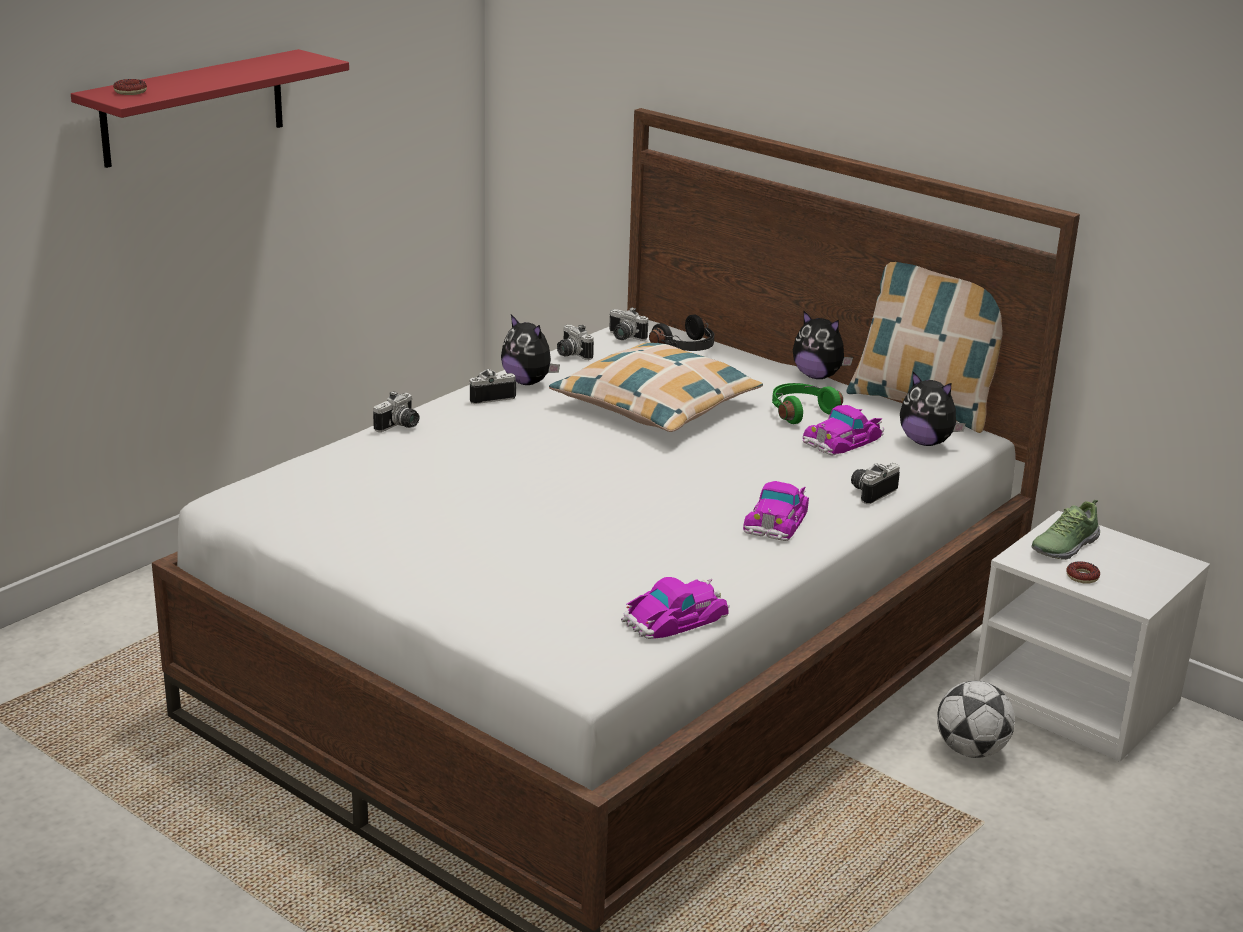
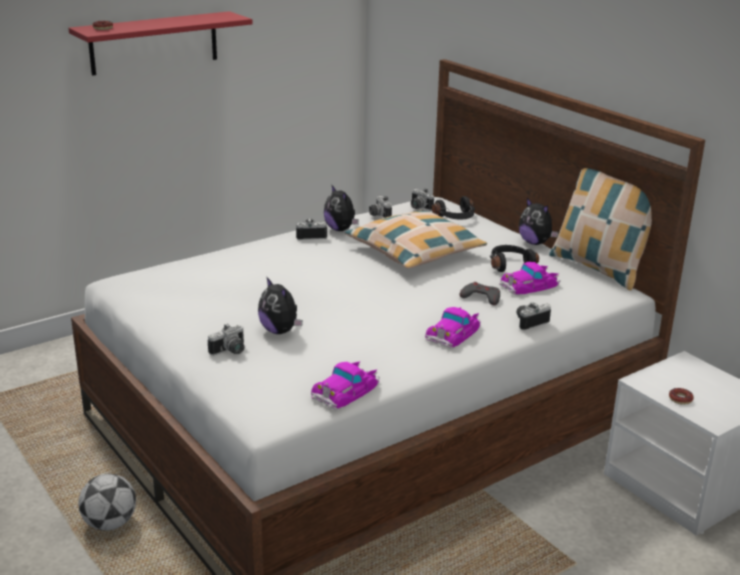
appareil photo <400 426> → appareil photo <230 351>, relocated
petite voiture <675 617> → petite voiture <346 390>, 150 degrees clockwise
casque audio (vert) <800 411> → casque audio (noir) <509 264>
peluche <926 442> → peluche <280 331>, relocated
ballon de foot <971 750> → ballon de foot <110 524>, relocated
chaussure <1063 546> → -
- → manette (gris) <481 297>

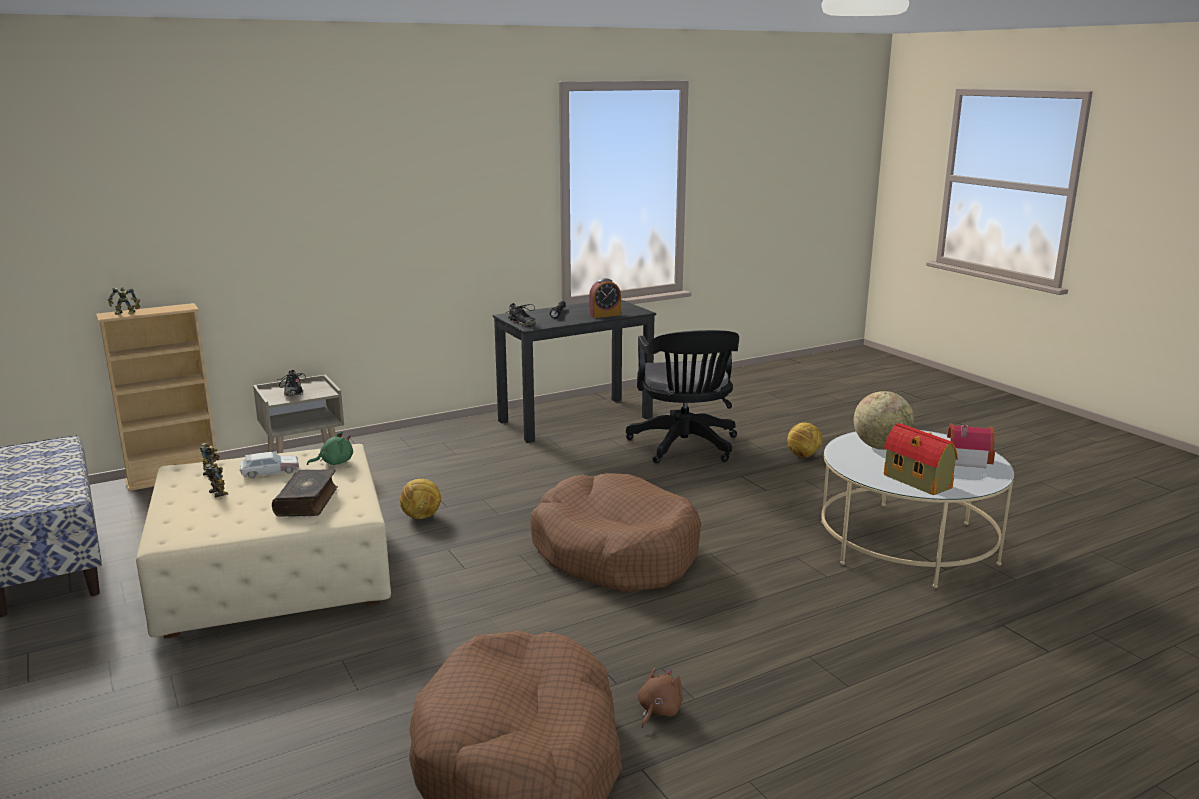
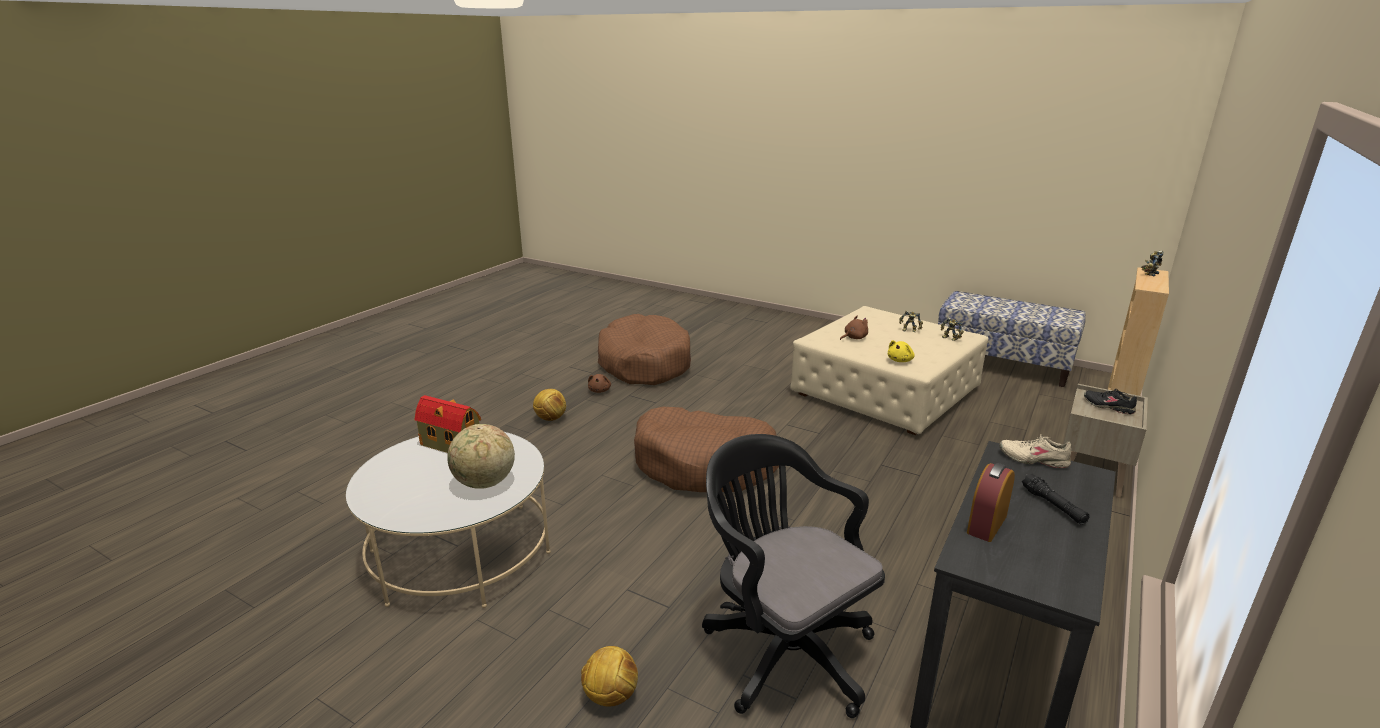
petite voiture <269 471> → -
livre <308 501> → peluche (marron) <854 338>
peluche (vert) <334 463> → peluche (jaune) <900 360>
ballon de foot <422 517> → ballon de foot <550 419>, relocated
chaussure (noir) <521 323> → chaussure (beige) <1033 459>
maison miniature <965 459> → -

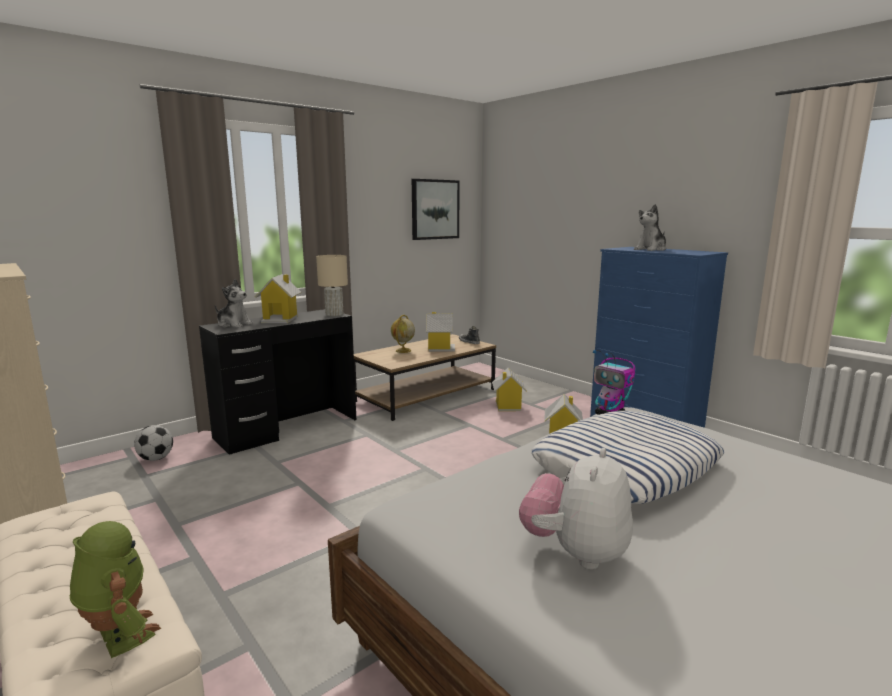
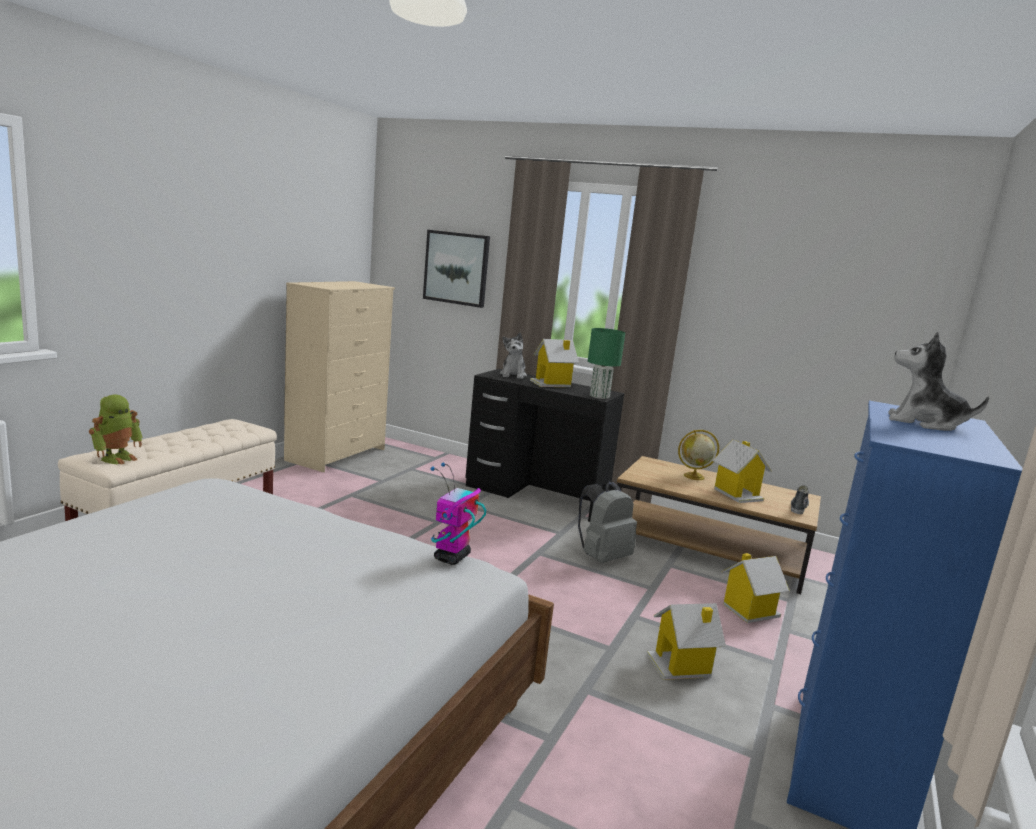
ballon de foot <156 459> → -
lampe de table (beige) <334 314> → lampe de table (vert) <599 396>
tableau <434 209> → tableau <456 268>, relocated
peluche <575 553> → -
coussin <626 467> → -
- → sac à dos (gris) <602 557>

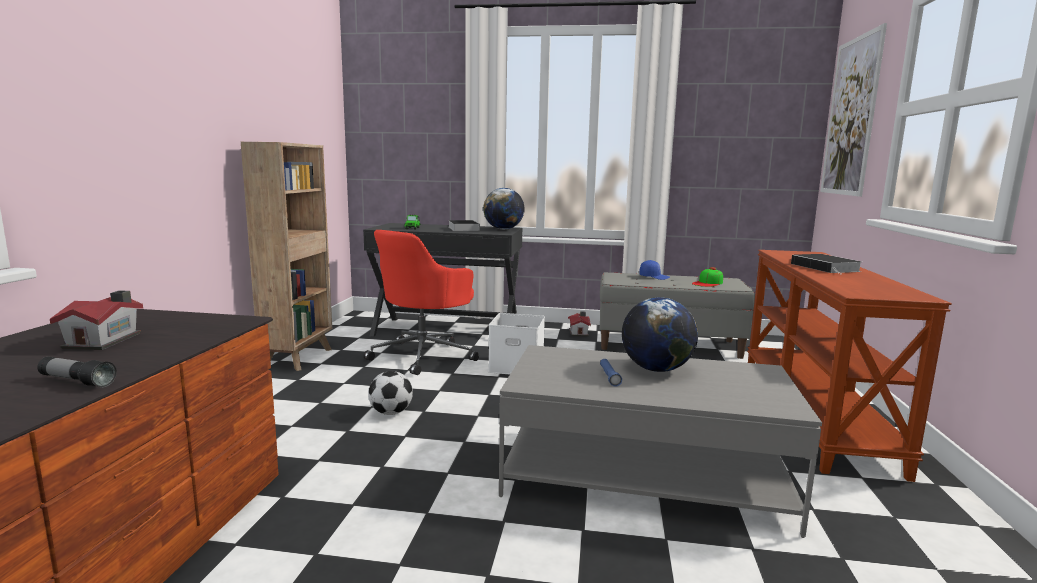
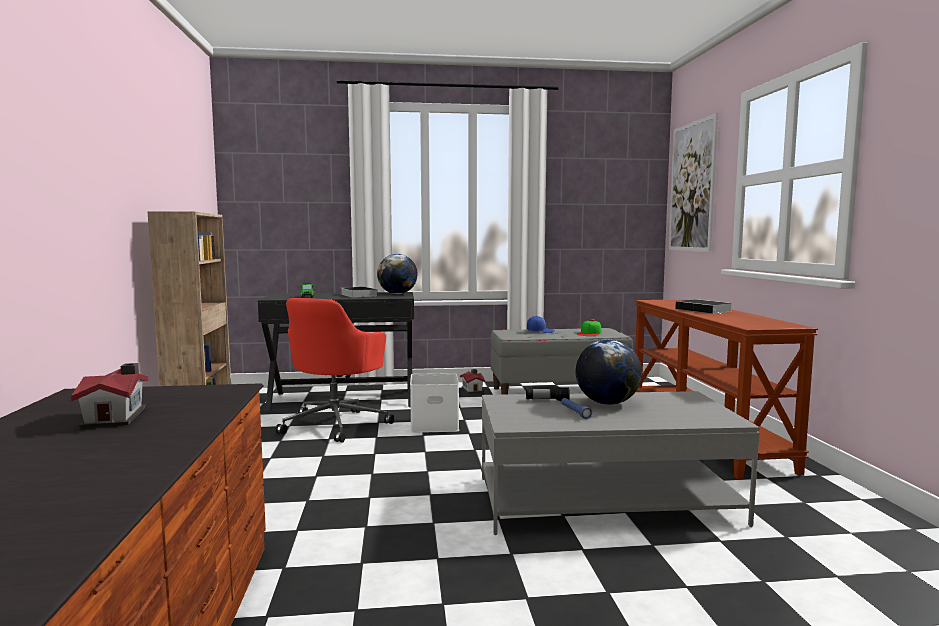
lampe de poche <77 382> → lampe de poche <547 400>, relocated
ballon de foot <391 413> → -

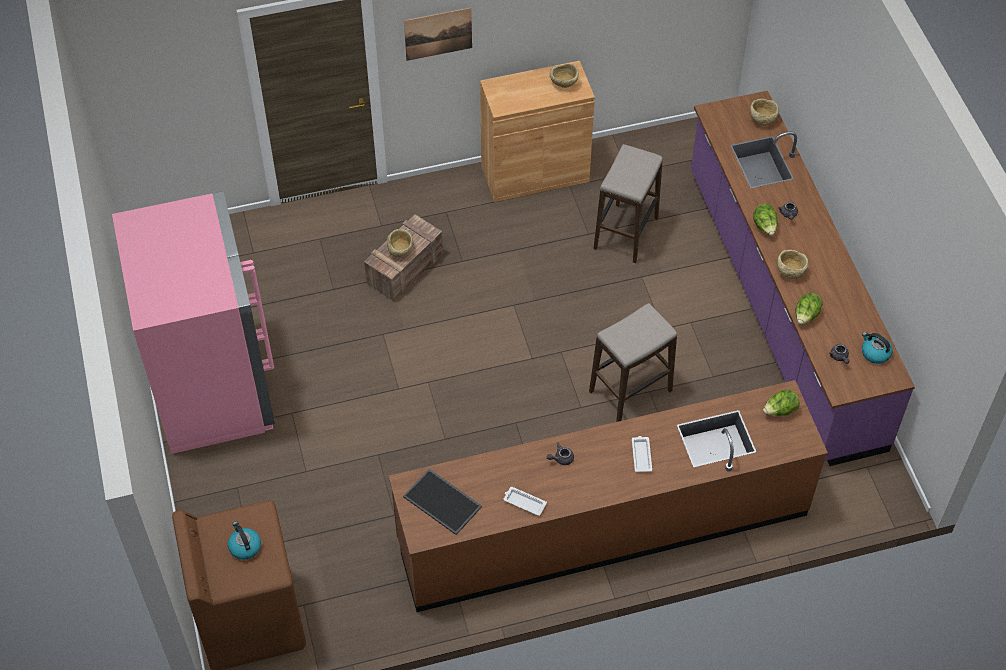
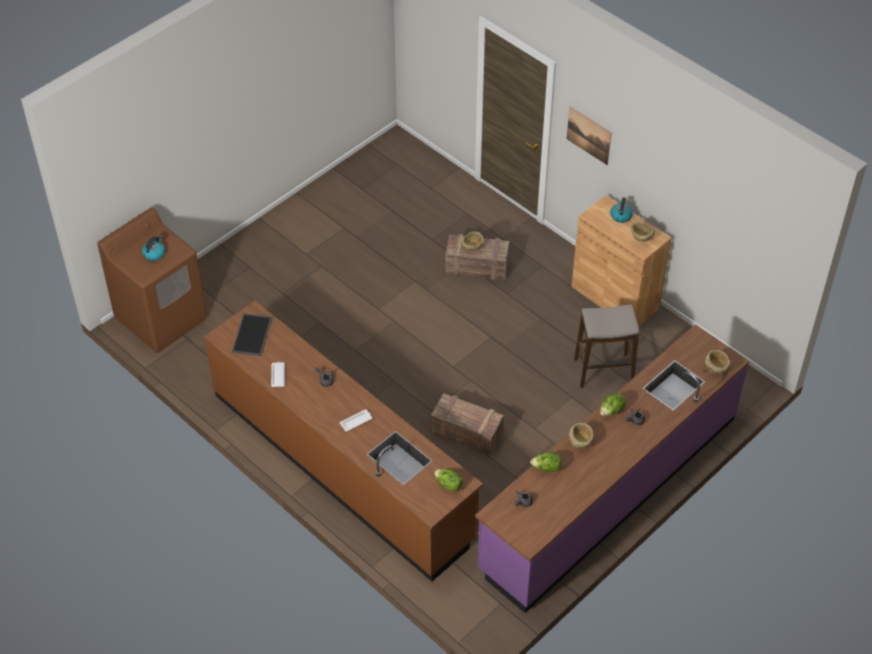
réfrigérateur (rose) <213 385> → -
tabouret <630 391> → caisse <465 433>
bouilloire <875 353> → bouilloire <621 216>, relocated

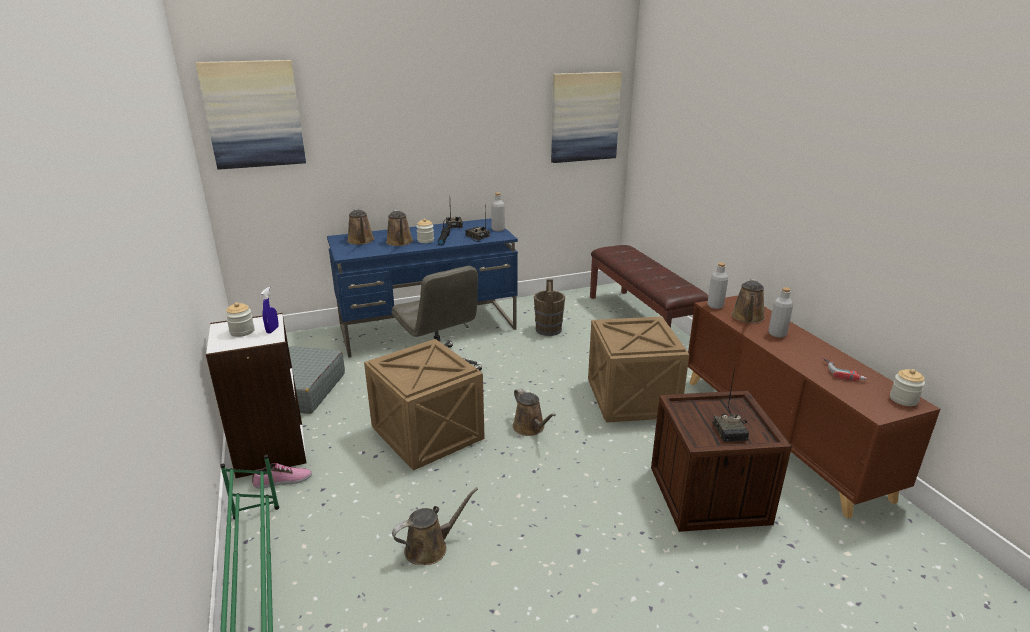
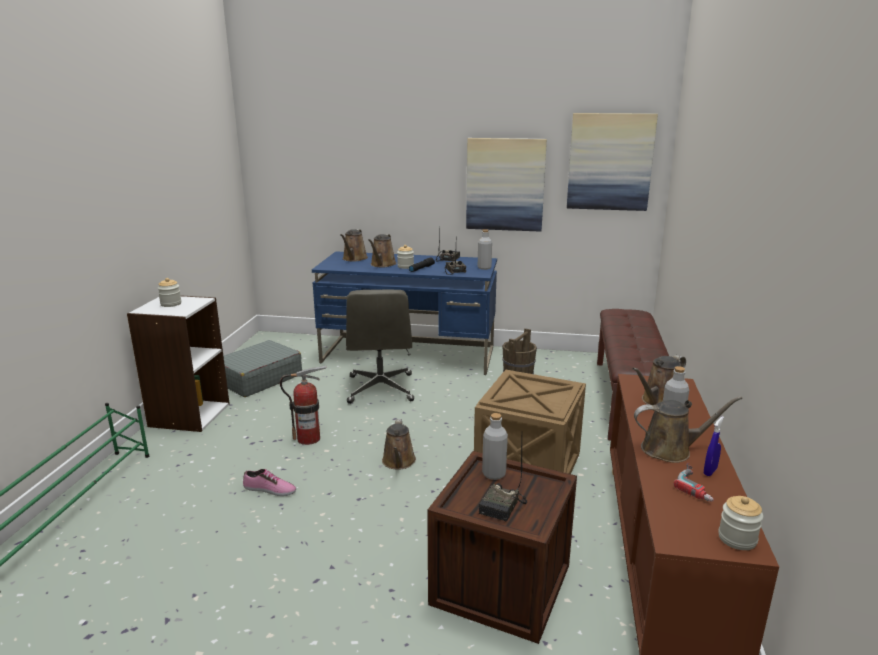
tableau <253 114> → tableau <505 184>, relocated
chaussure <283 481> → chaussure <269 490>, relocated
vaporisateur (bleu) <272 330> → vaporisateur (bleu) <710 471>, relocated
caisse <426 433> → extincteur <308 438>
arrosoir (marron) <430 547> → arrosoir (marron) <671 450>, relocated
bouteille (gris) <715 306> → bouteille (gris) <494 474>, relocated

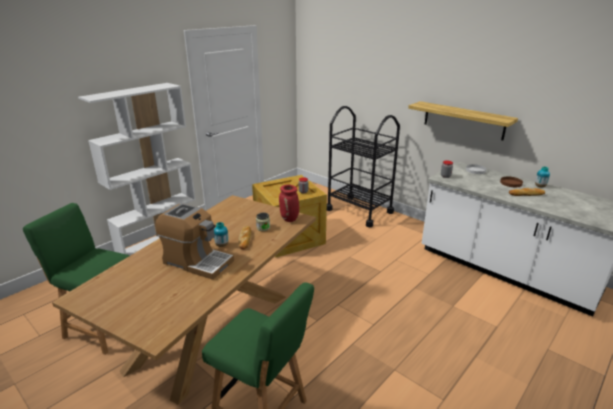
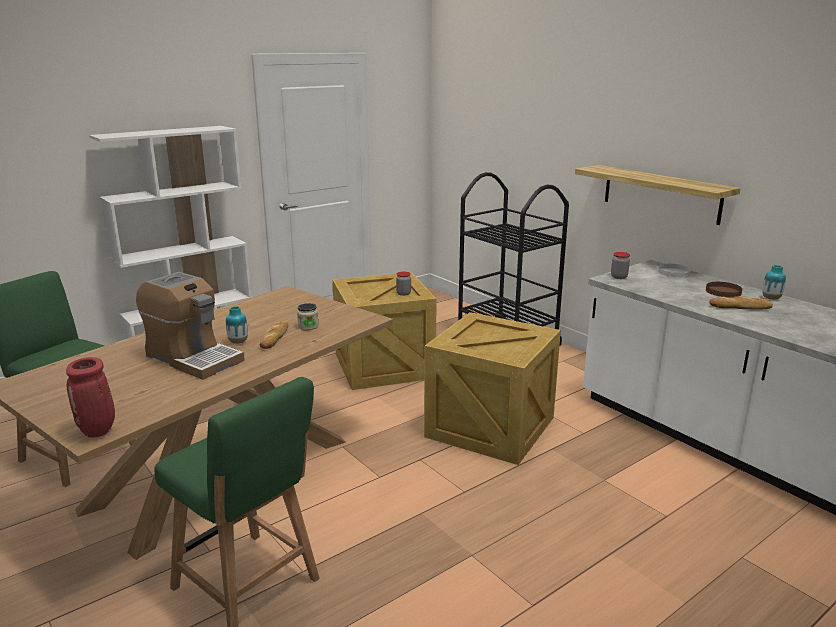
vase (rouge) <289 219> → vase (rouge) <98 431>, relocated
- → caisse <492 427>

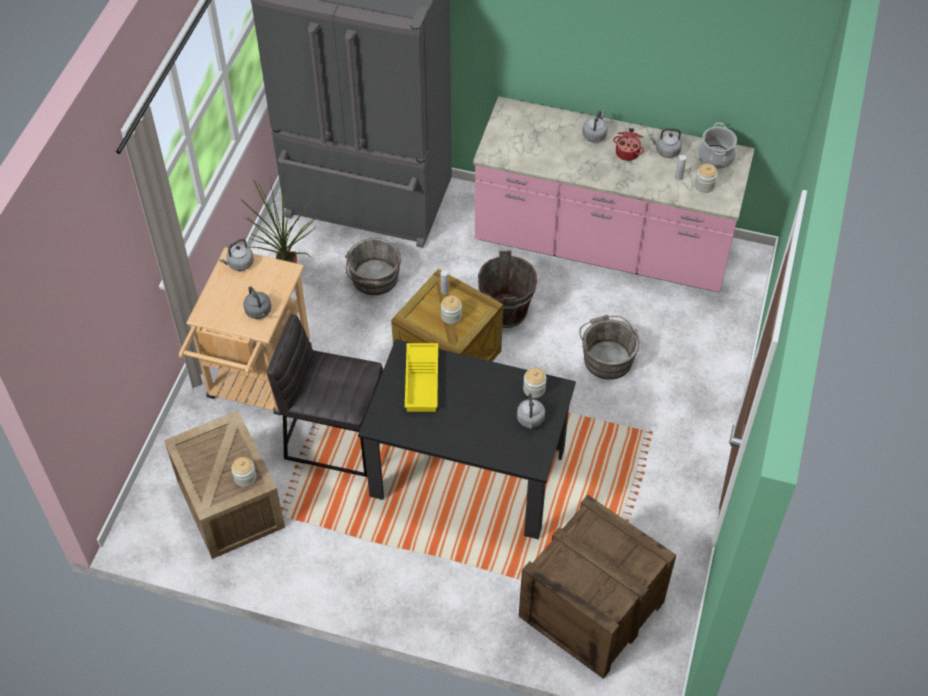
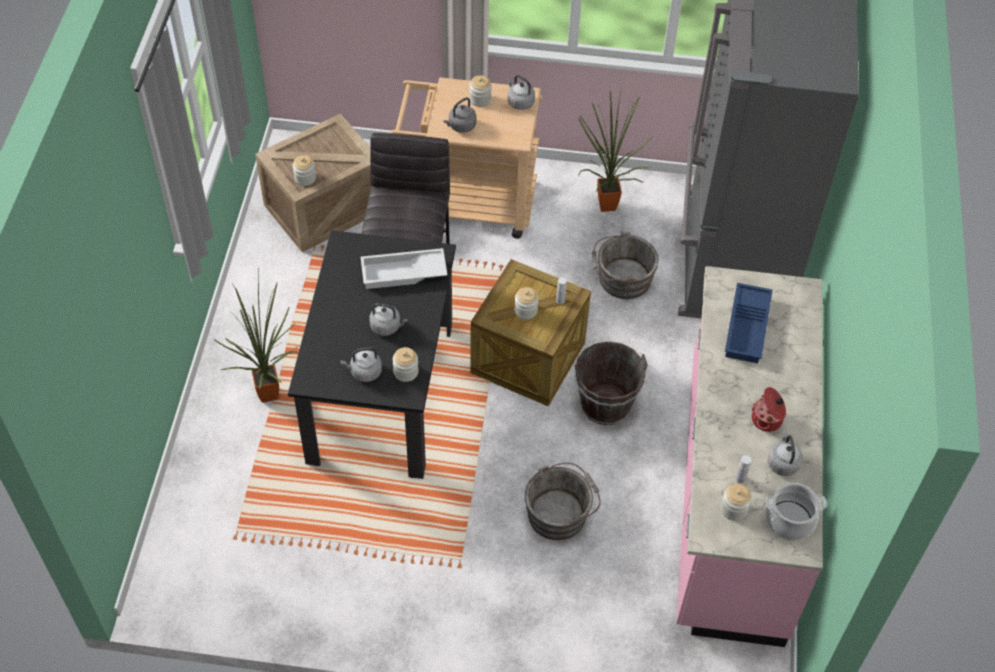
plateau (jaune) <423 381> → plateau (blanc) <403 274>
caisse <591 610> → -
bouilloire (gris) <595 135> → bouilloire (gris) <387 326>, relocated
- → plante en pot <273 394>
- → bocal <480 99>
- → plateau (bleu) <748 327>

